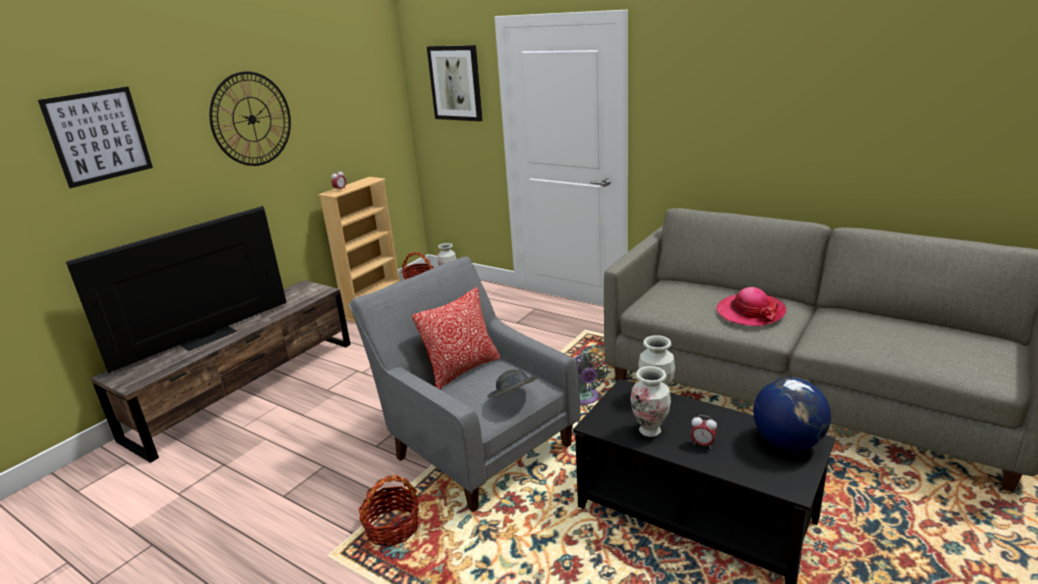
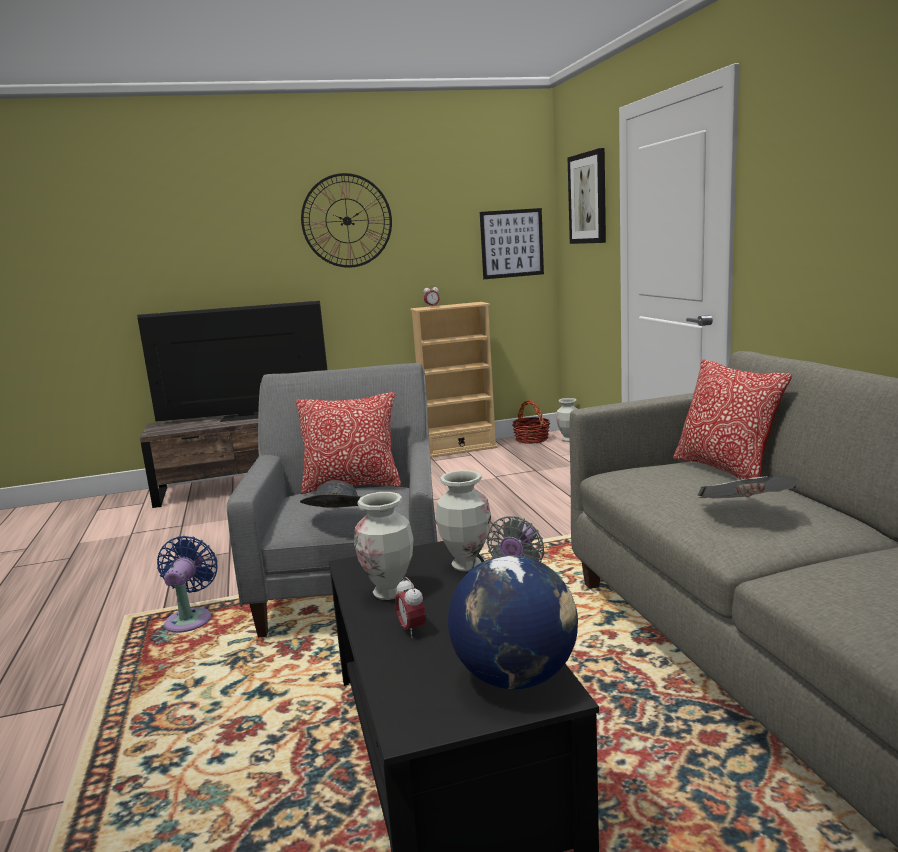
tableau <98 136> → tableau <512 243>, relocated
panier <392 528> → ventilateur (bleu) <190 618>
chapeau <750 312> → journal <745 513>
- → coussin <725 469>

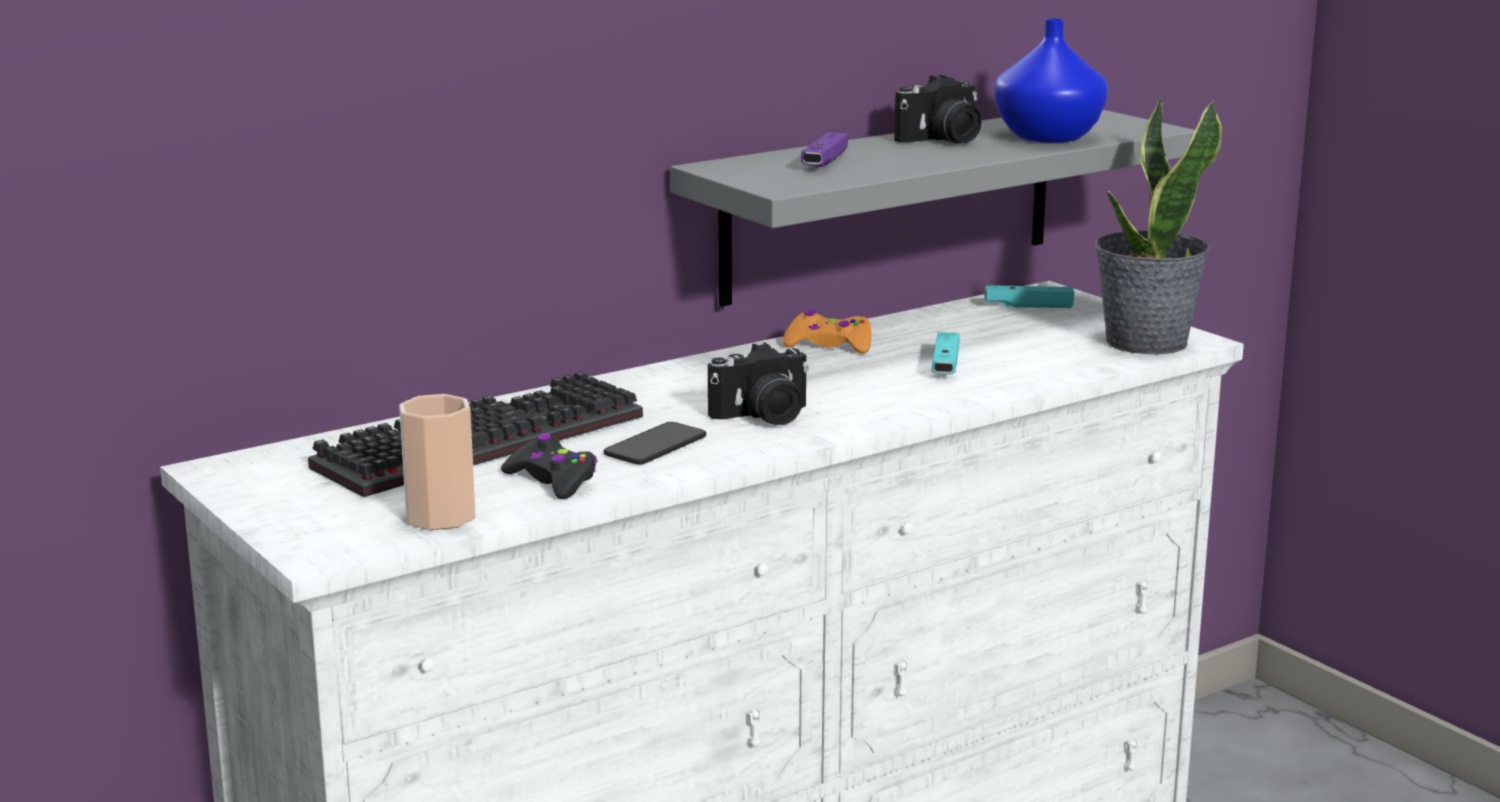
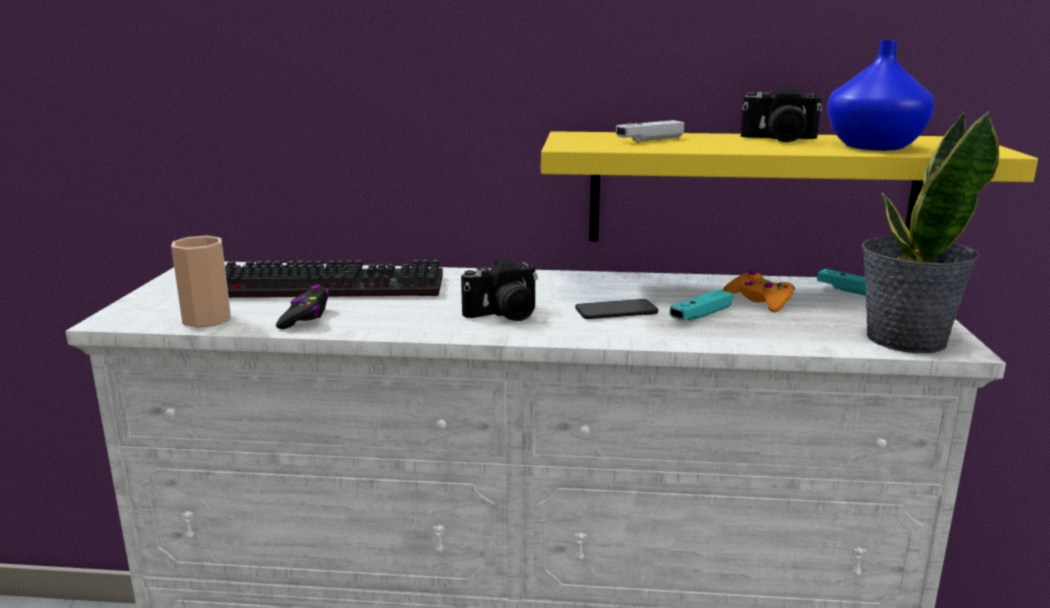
téléphone <655 446> → téléphone <616 311>, relocated
étagère (gris) <890 203> → étagère (jaune) <752 190>
appareil photo <763 417> → appareil photo <504 315>, 45 degrees counterclockwise
manette (orange) <829 345> → manette (orange) <759 300>, relocated
manette (violet) <825 162> → manette (blanc) <650 139>

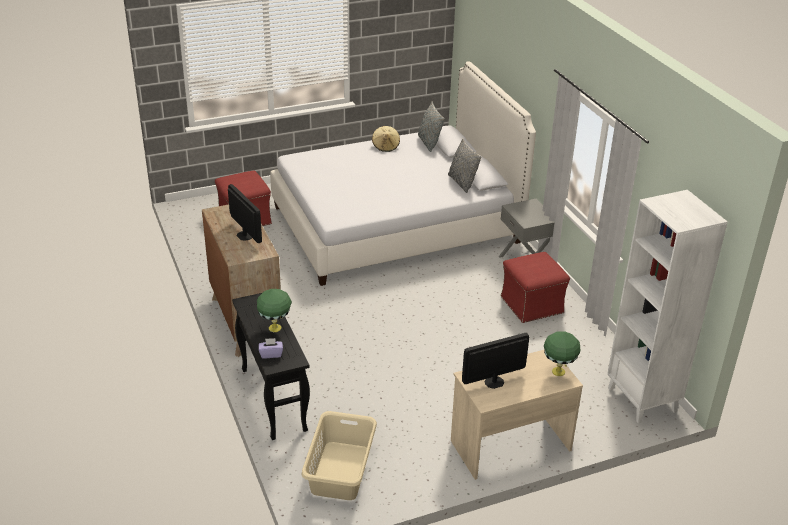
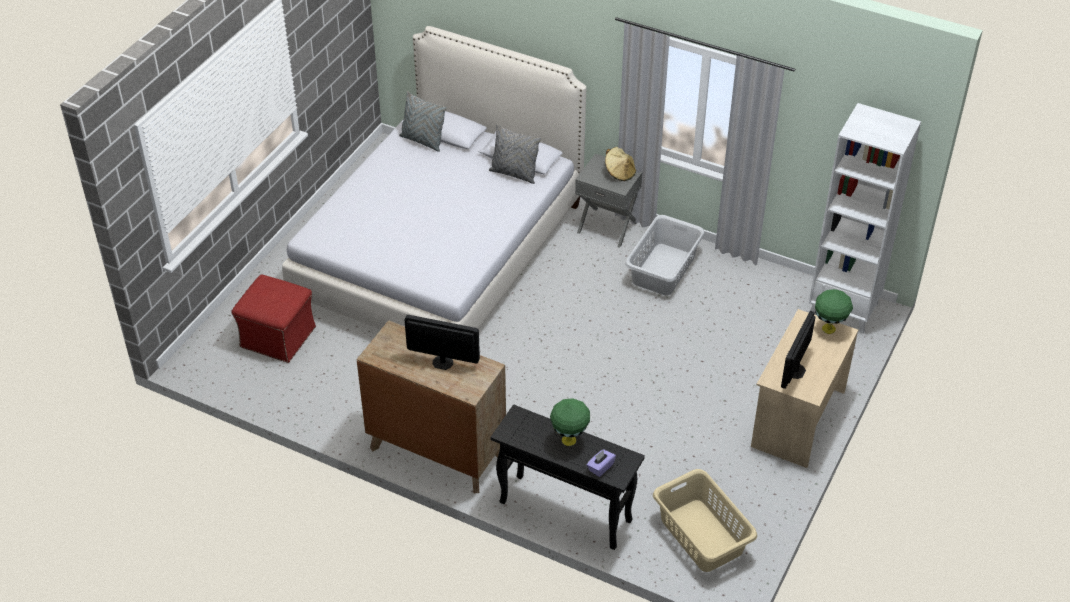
chapeau (beige) <385 146> → chapeau (beige) <620 172>, relocated
pouf (rouge) <532 305> → panier à linge (gris) <664 269>

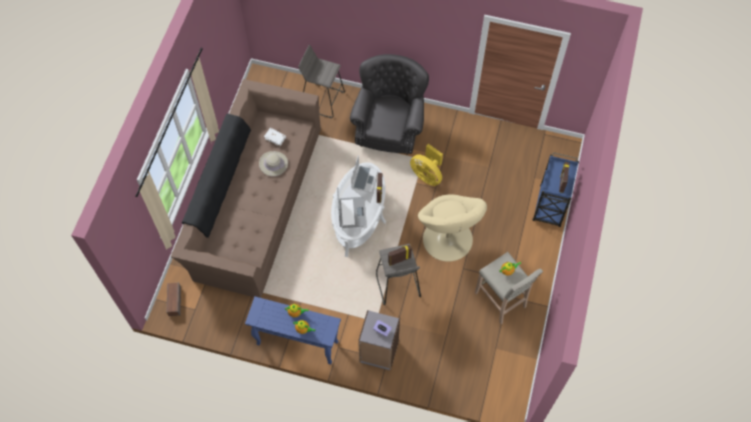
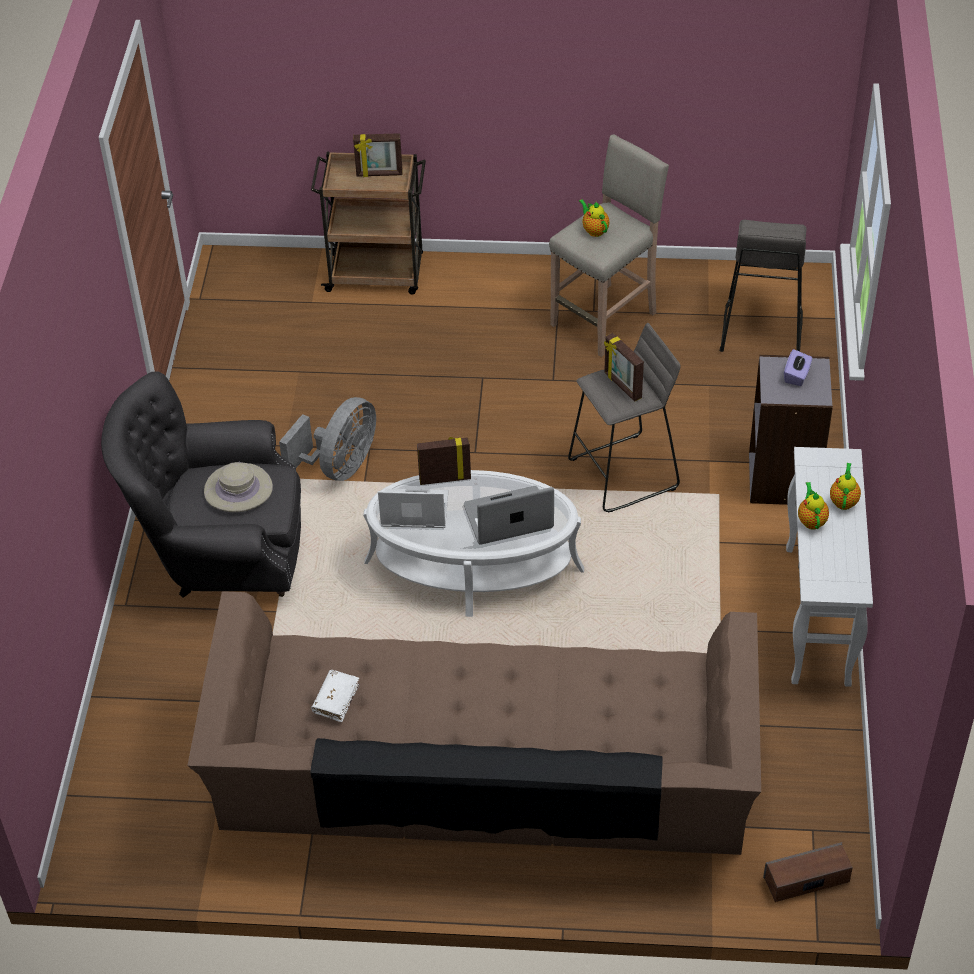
table console (bleu) <296 343> → table console (blanc) <818 616>
chapeau (beige) <273 164> → chapeau (beige) <238 489>, relocated
tabouret (gris) <322 100> → tabouret (gris) <761 331>, relocated
ventilateur (jaune) <427 175> → ventilateur (gris) <339 466>
fauteuil (beige) <447 240> → -
chariot (bleu) <549 207> → chariot (marron) <377 274>

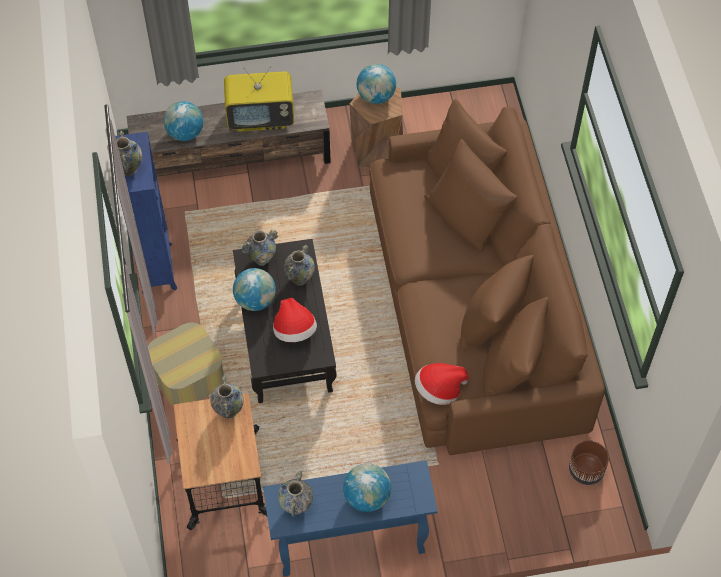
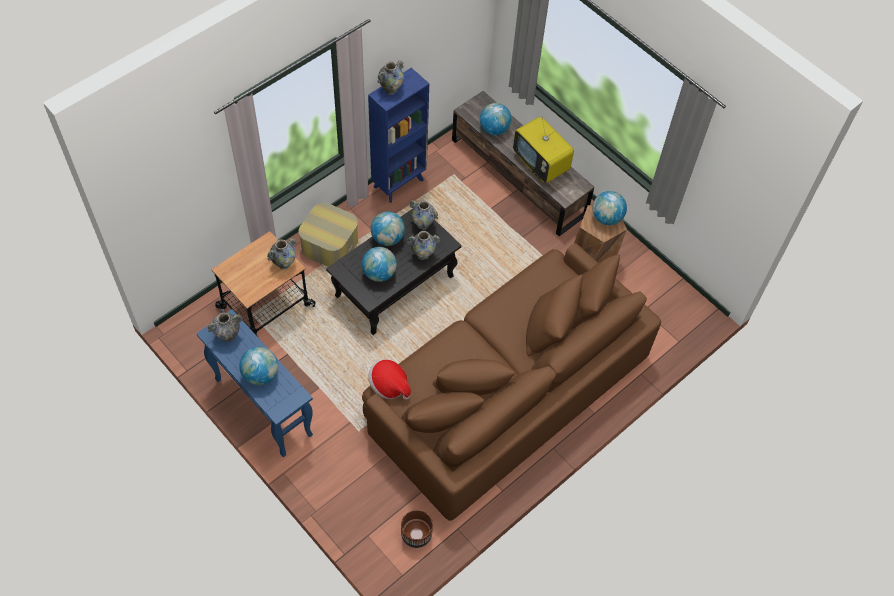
chapeau <294 330> → globe <379 273>

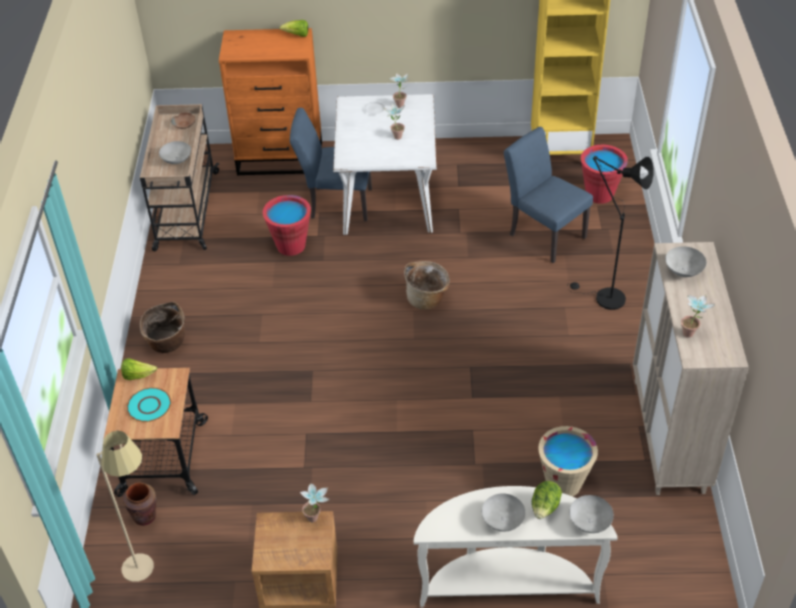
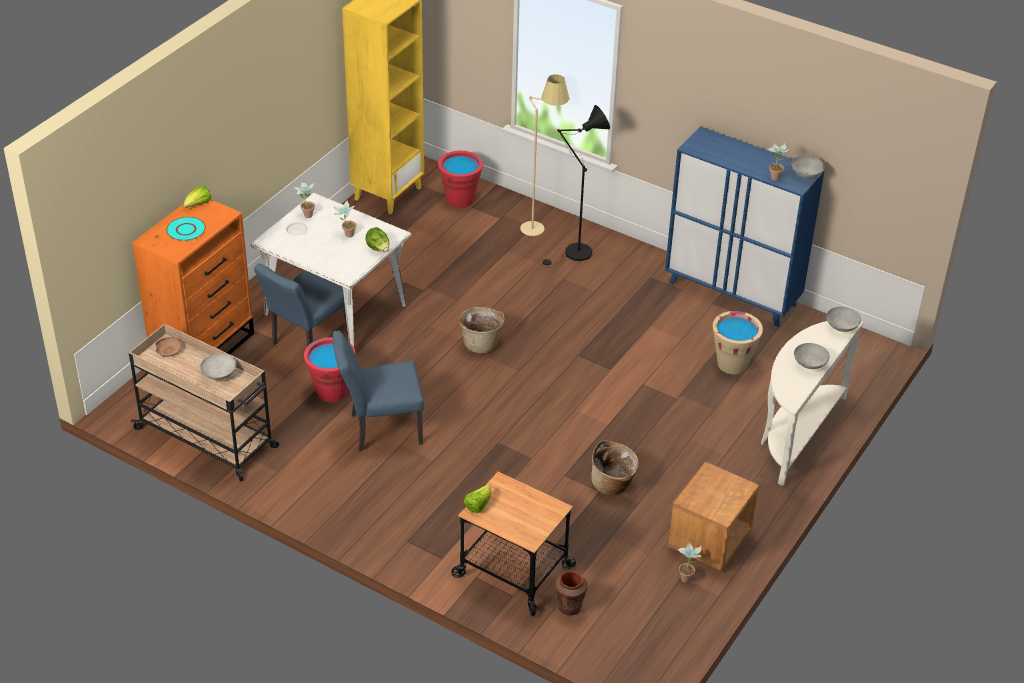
lampadaire (beige) <150 572> → lampadaire (beige) <541 224>, relocated
assiette (turquoise) <149 406> → assiette (turquoise) <186 230>, relocated
panier <167 344> → panier <613 484>, relocated
plante en pot <316 518> → plante en pot <687 576>, relocated
chaise (bleu) <543 233> → chaise (bleu) <380 429>, relocated
laitue <545 508> → laitue <378 249>, relocated
meuble de rangement (beige) <669 435> → meuble de rangement (bleu) <732 294>
bol (gris) <684 271> → bol (gris) <806 175>, relocated

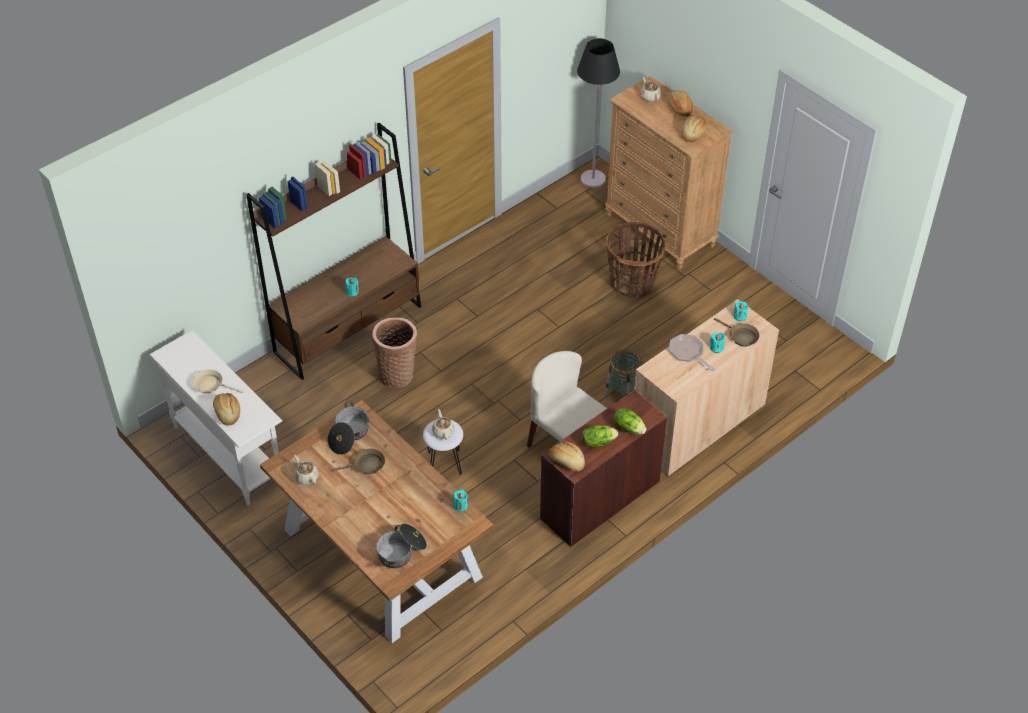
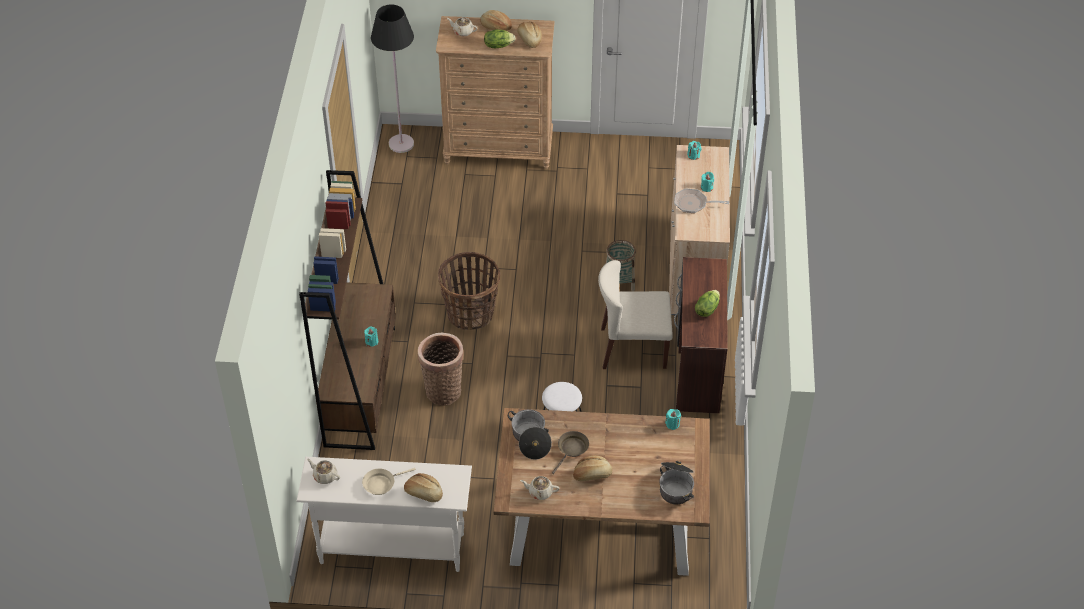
théière (beige) <443 431> → théière (beige) <325 476>, relocated
pain <567 461> → pain <592 474>, relocated
panier <632 283> → panier <470 314>, relocated
laitue <628 427> → laitue <498 45>, relocated
poêle (marron) <741 337> → -

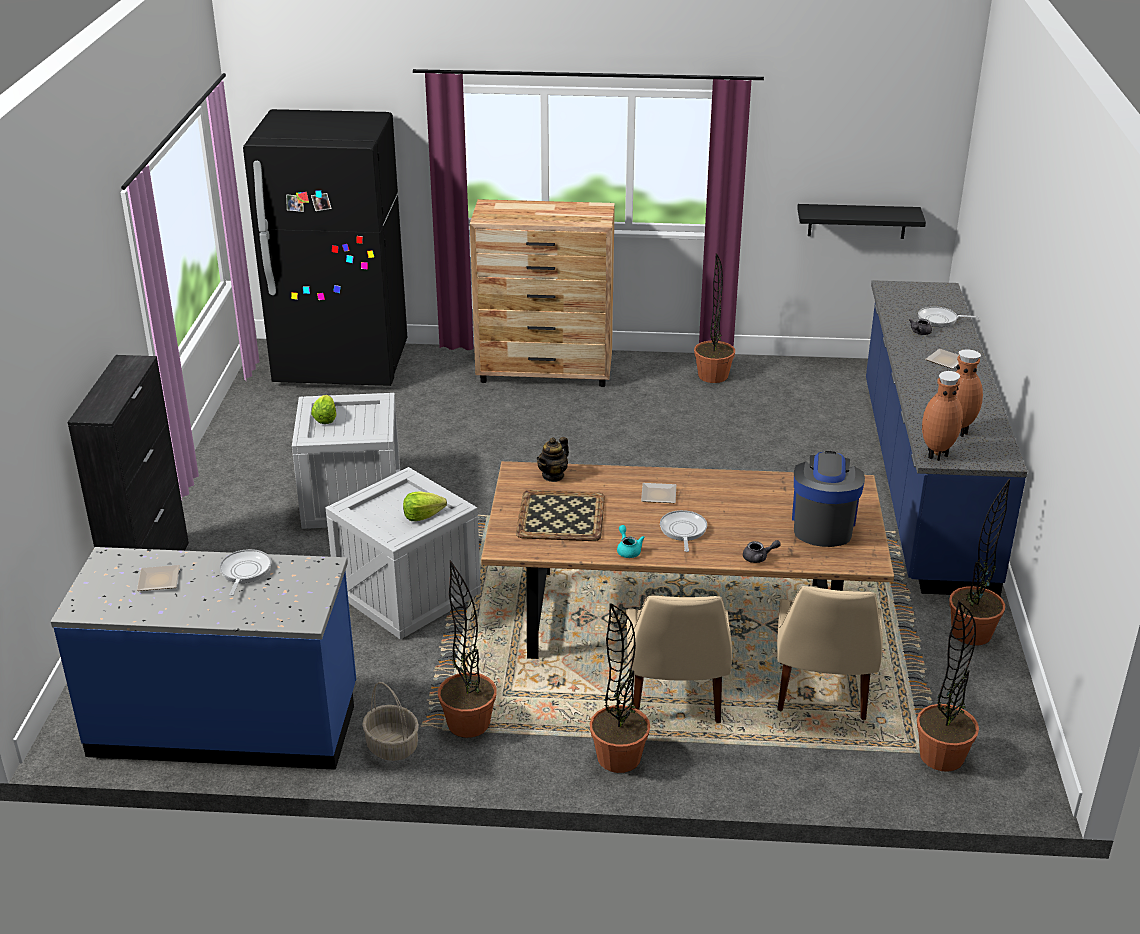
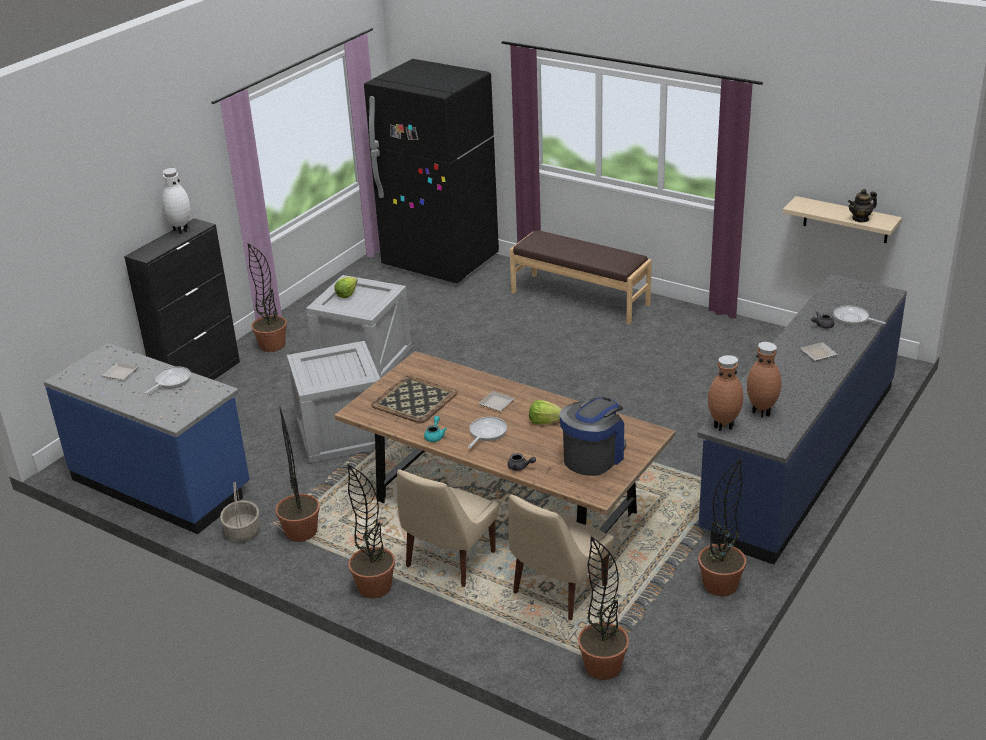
laitue <422 516> → laitue <545 421>, relocated
commode (marron) <545 372> → banc (marron) <580 298>
théière <553 476> → théière <860 219>, relocated
plante en pot <713 376> → plante en pot <272 345>, relocated
étagère (noir) <857 221> → étagère (beige) <846 220>
- → vase (blanc) <180 230>

